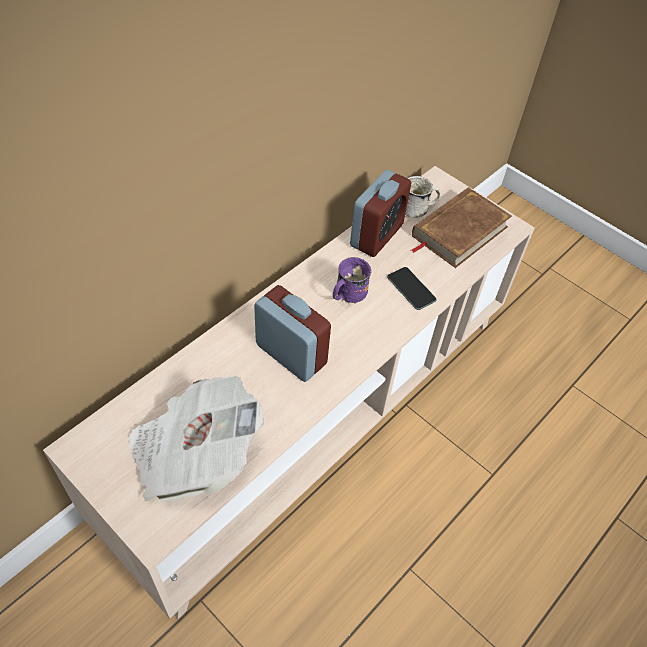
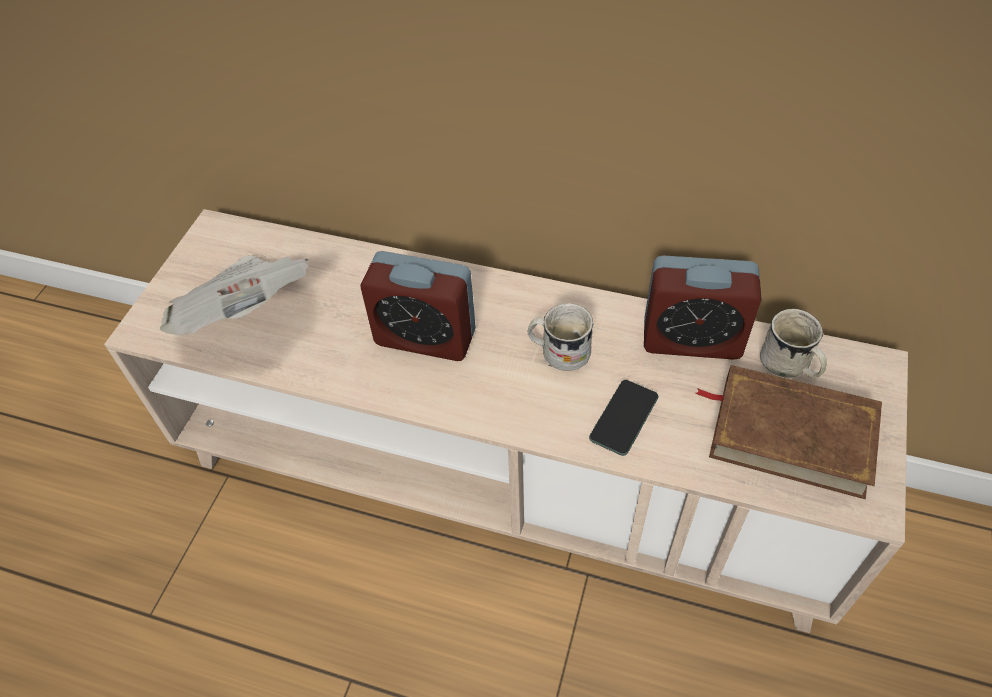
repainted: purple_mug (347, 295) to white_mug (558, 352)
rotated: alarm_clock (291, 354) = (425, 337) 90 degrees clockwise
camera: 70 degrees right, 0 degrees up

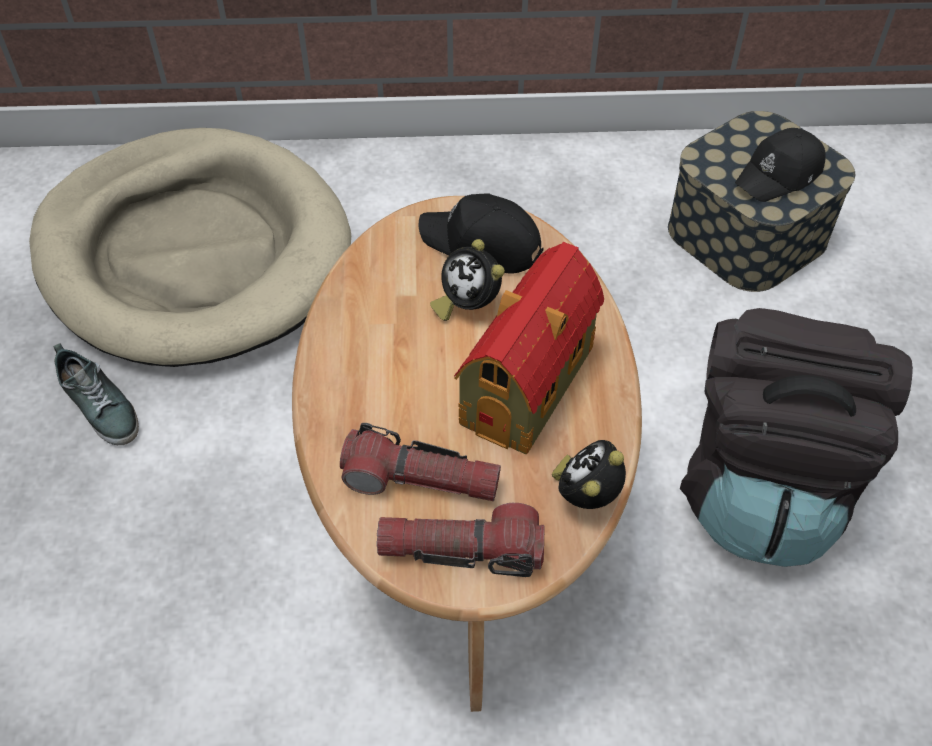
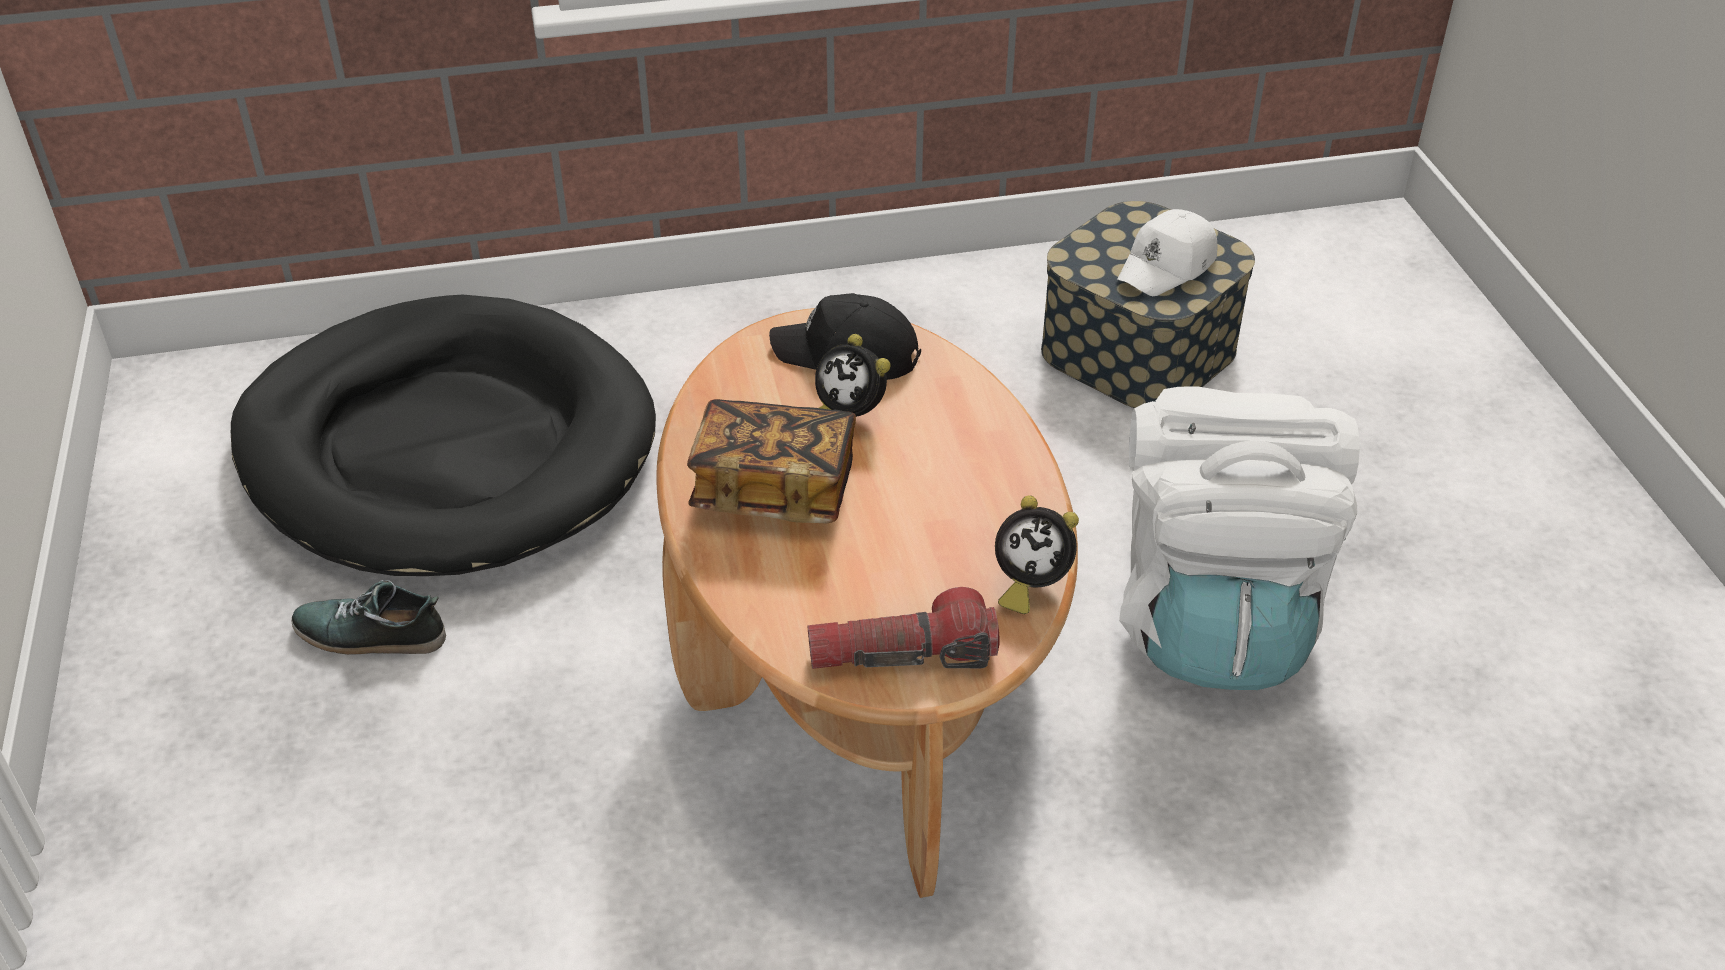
gone: flashlight (420, 480); toy_house (529, 383)
new: book (774, 488)
repainted: beige_dog_bed (194, 253) to black_dog_bed (447, 448); black_cap (780, 175) to white_cap (1168, 266); black_backpack (762, 487) to white_backpack (1214, 618)
rotated: shoe (101, 407) = (370, 635) 150 degrees clockwise; alarm_clock (586, 495) = (1028, 585) 105 degrees counterclockwise
camera: 10 degrees left, 10 degrees down

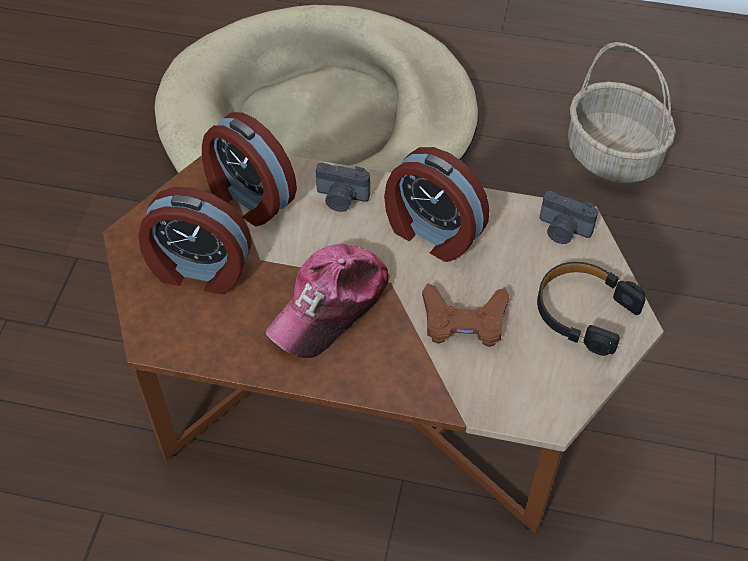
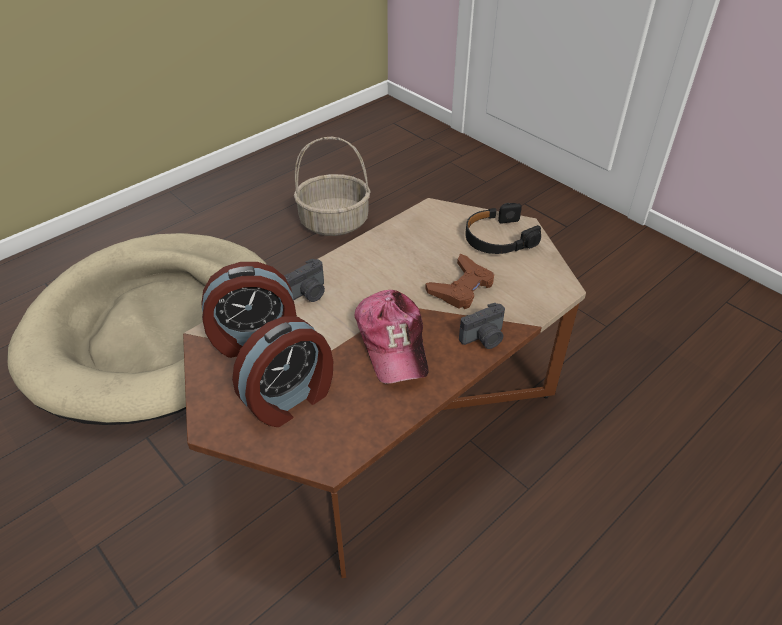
gone: alarm_clock (432, 232)
shifted: photo_camera (563, 230) to (484, 338)
camera: 55 degrees left, 10 degrees down

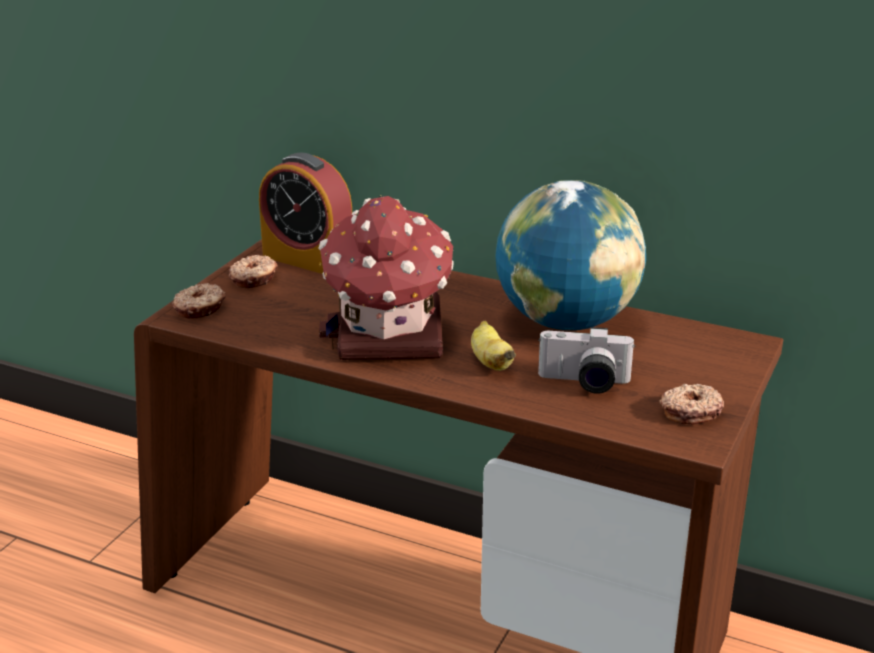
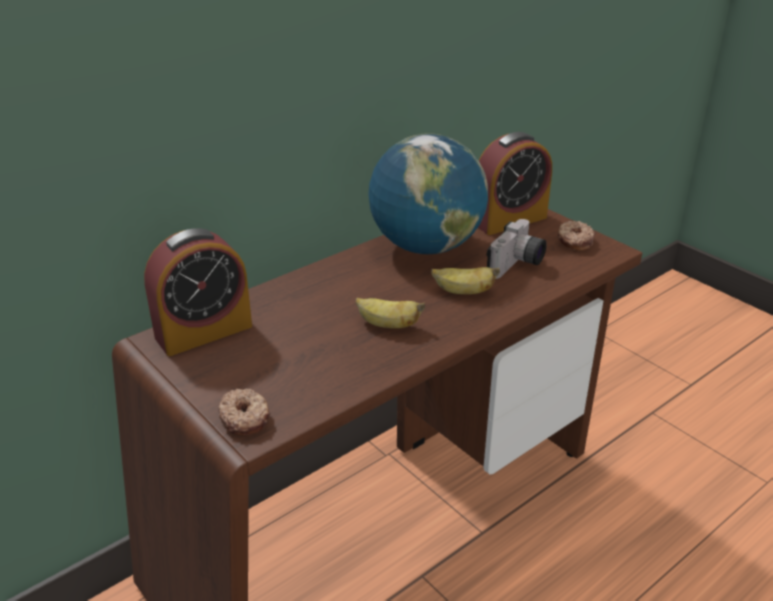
gone: donut (254, 279)
new: alarm_clock (509, 220)
swapped: toy_house (389, 336) to banana (387, 325)
camera: 65 degrees left, 5 degrees up

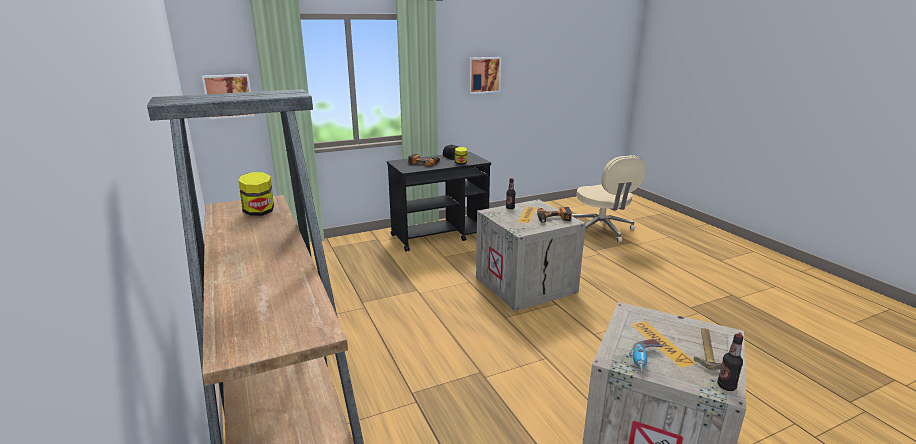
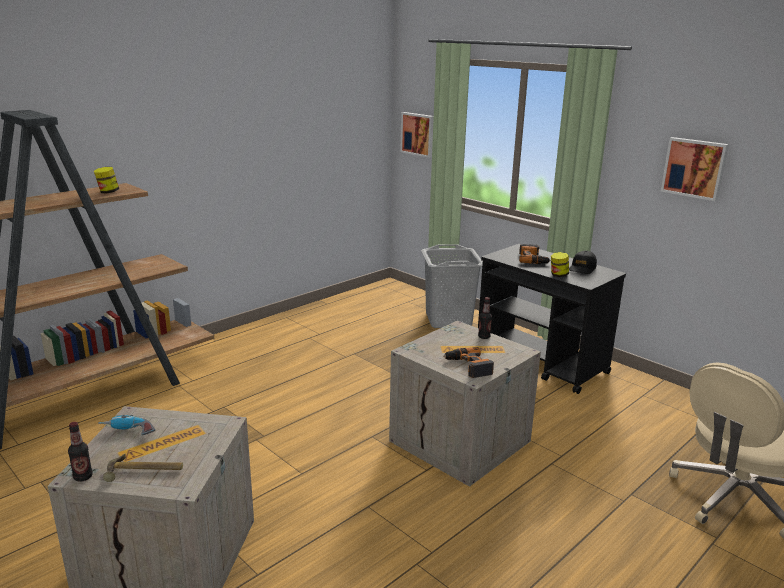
new: grey_laundry_basket (448, 320)
camera: 70 degrees right, 0 degrees up

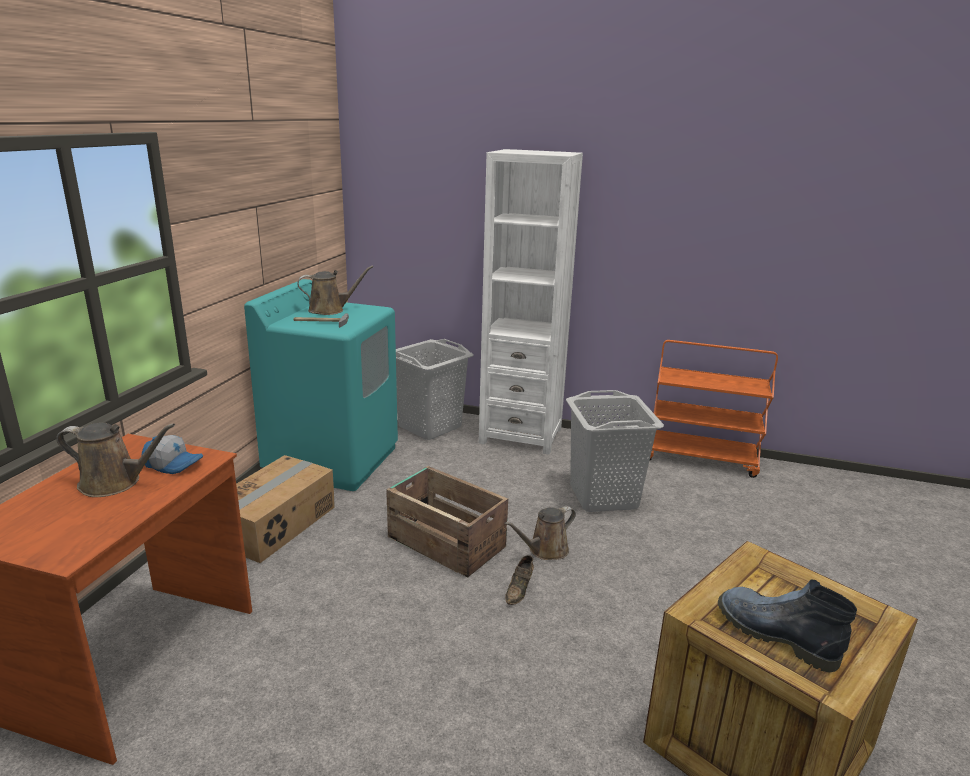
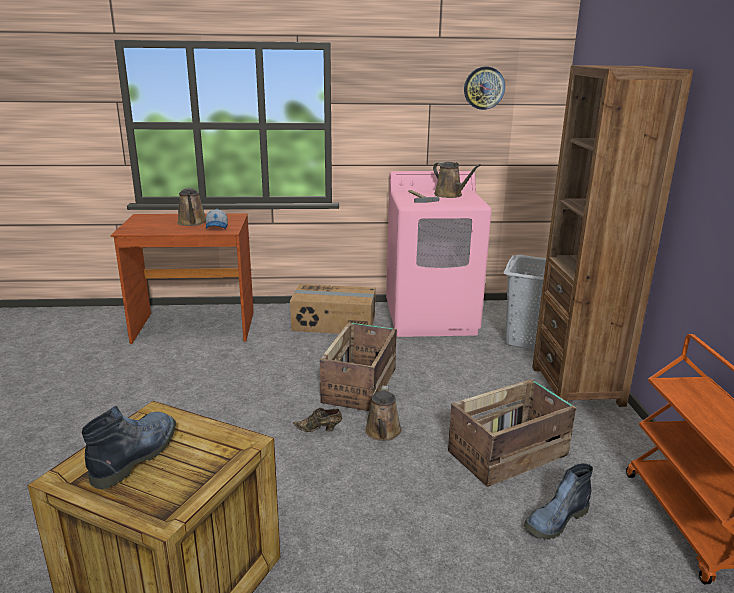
new: wall_clock (484, 88); boot (556, 521)
swapped: grey_laundry_basket (604, 496) to crate (509, 453)
repainted: turquoise_washing_machine (333, 459) to pink_washing_machine (431, 318); white_bookcase (521, 435) to brown_bookcase (577, 386)
rotated: brown_watering_can (545, 550) = (383, 432) 120 degrees counterclockwise
camera: 70 degrees right, 0 degrees up

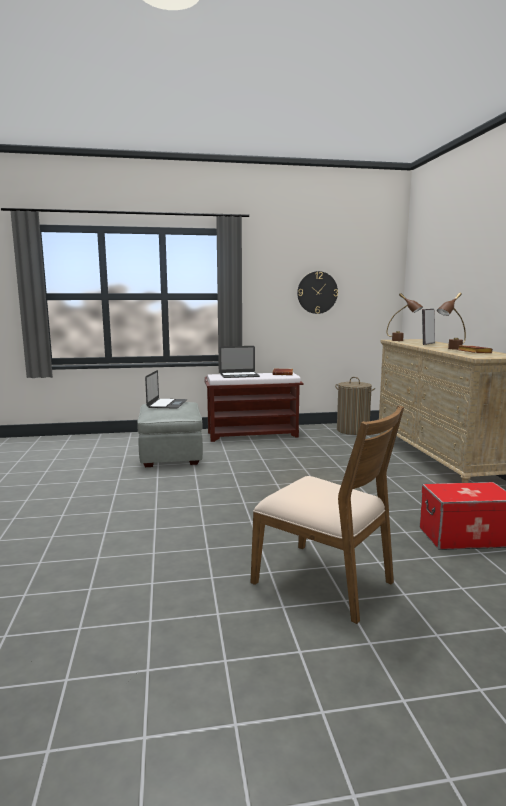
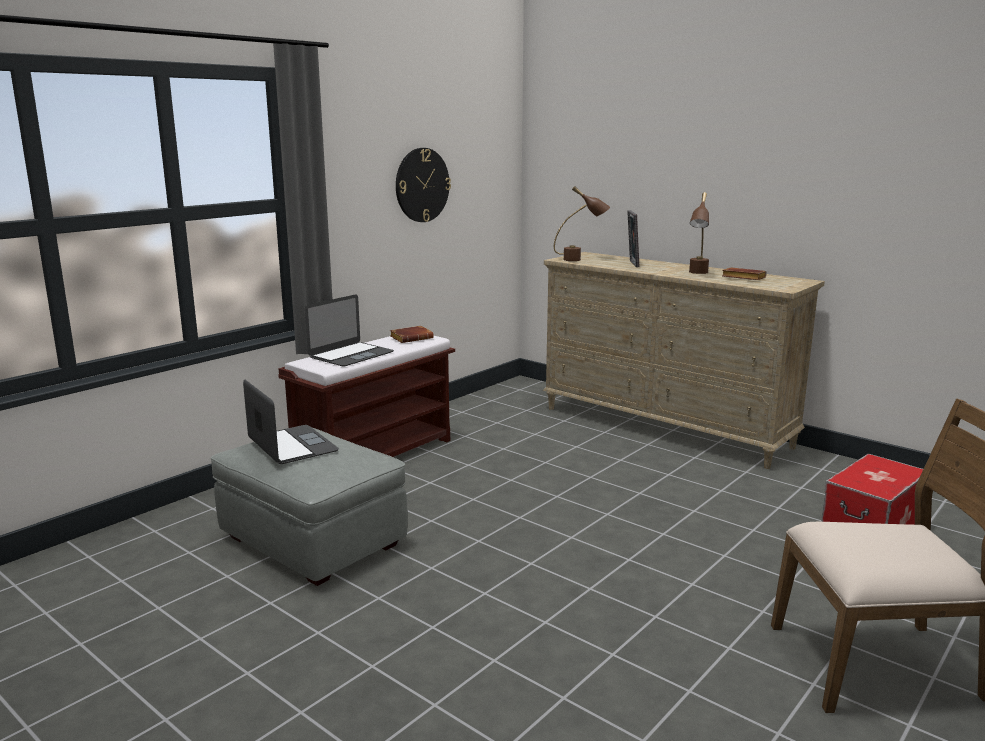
gone: laundry_basket (352, 430)
camera: 40 degrees left, 5 degrees up

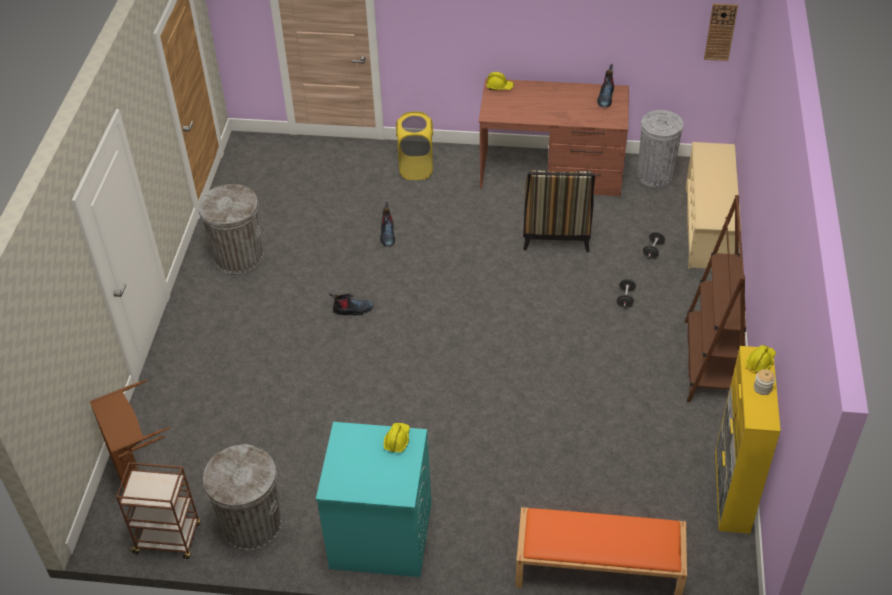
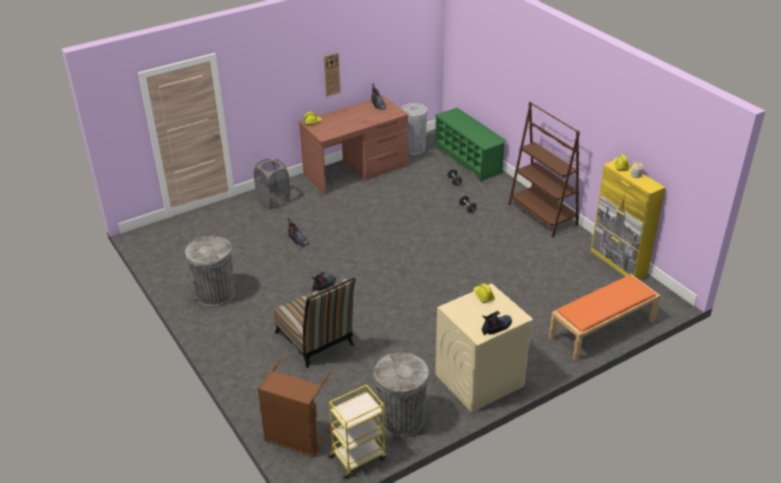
new: boot (496, 328)
shifted: chair (556, 229) to (316, 342); wall_clock (720, 32) to (331, 74)
repainted: yellow_laundry_basket (416, 168) to grey_laundry_basket (274, 201); brown_cart (168, 538) to yellow_cart (358, 457); beige_shoe_rack (707, 227) to green_shoe_rack (468, 160); turquoise_washing_machine (380, 536) to beige_washing_machine (479, 380)
camera: 40 degrees left, 10 degrees down

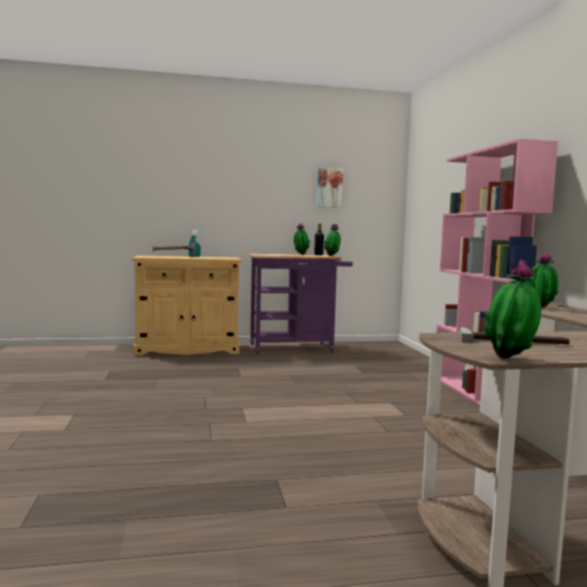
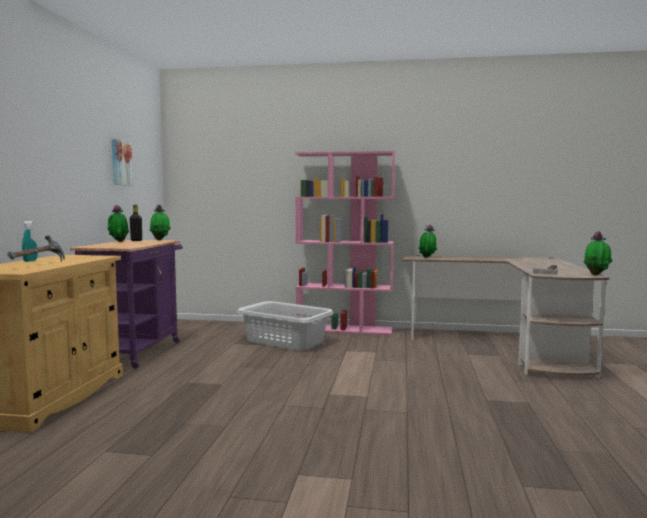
new: grey_laundry_basket (285, 341)
camera: 70 degrees left, 0 degrees up

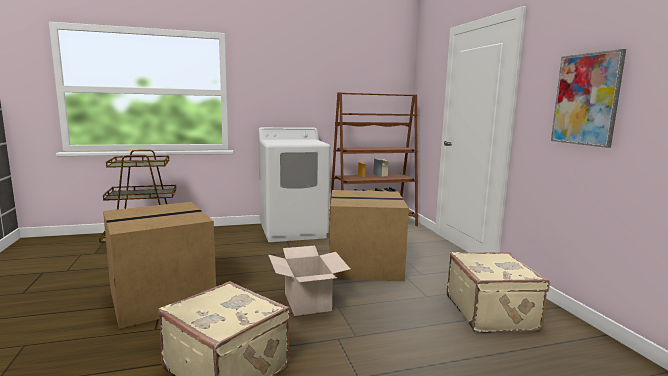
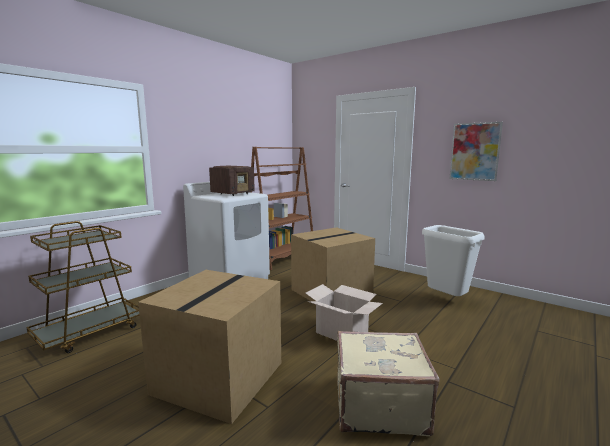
new: radio (233, 194)
swapped: beige_suitcase (492, 313) to white_trash_can (445, 299)
camera: 35 degrees left, 0 degrees up

